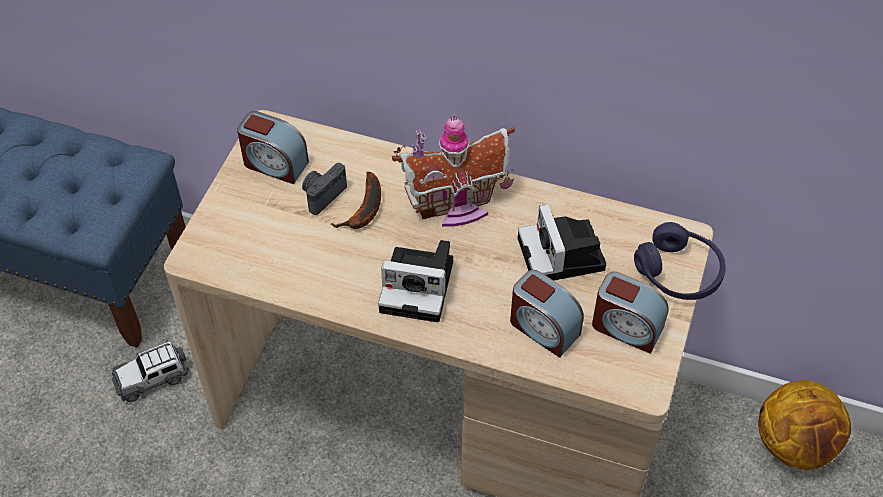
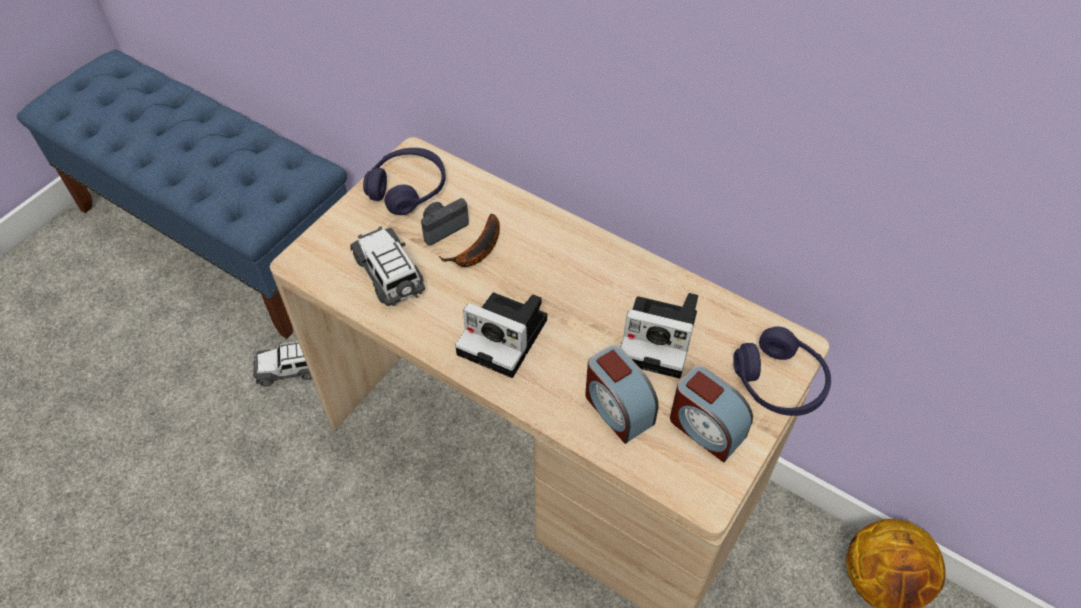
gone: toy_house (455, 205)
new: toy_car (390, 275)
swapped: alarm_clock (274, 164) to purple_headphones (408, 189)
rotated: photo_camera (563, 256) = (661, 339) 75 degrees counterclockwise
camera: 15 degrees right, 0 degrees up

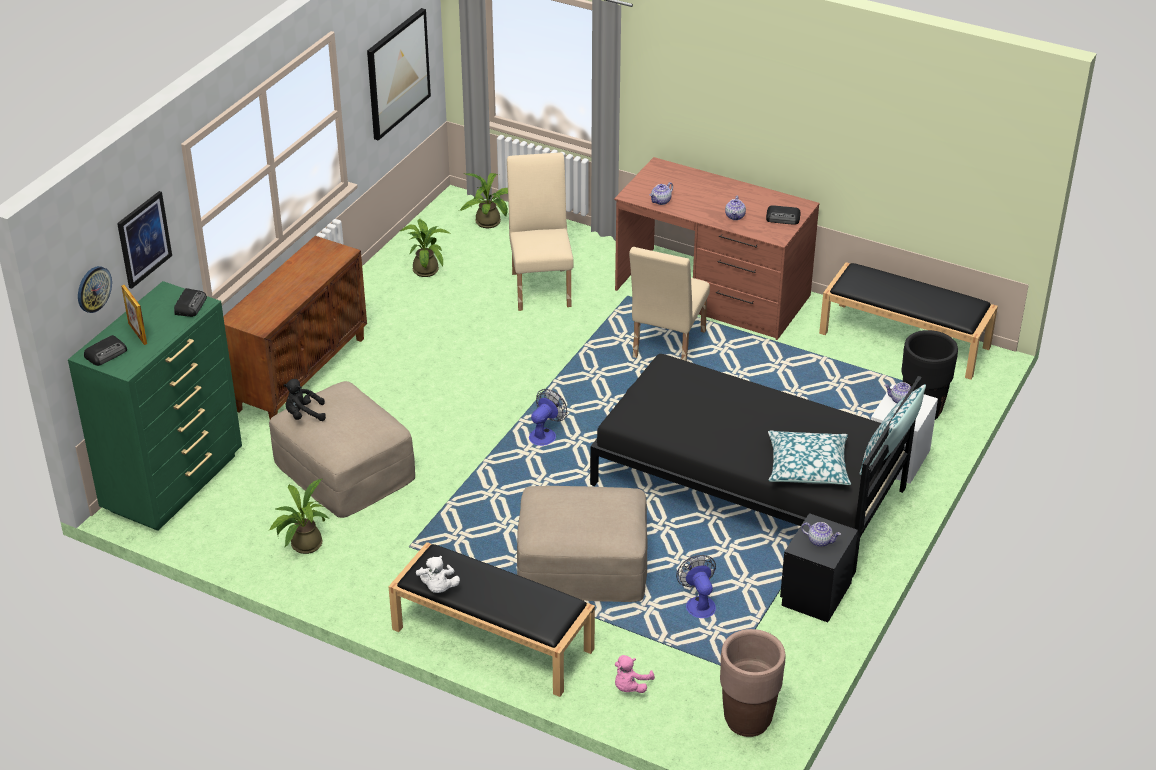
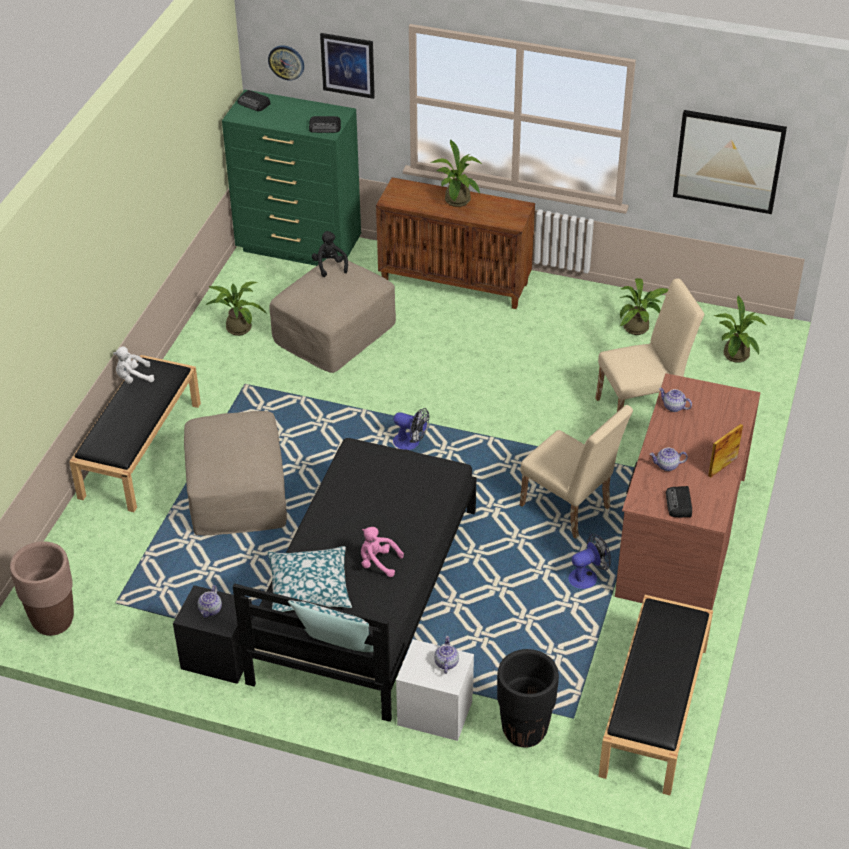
new: potted_plant (457, 202)
shifted: pink_plush_toy (630, 687) to (378, 562); fan (698, 603) to (587, 576); picture_frame (137, 333) to (722, 466)
rotated: beige_chair (666, 348) = (570, 510) 150 degrees counterclockwise
camera: 80 degrees right, 5 degrees up

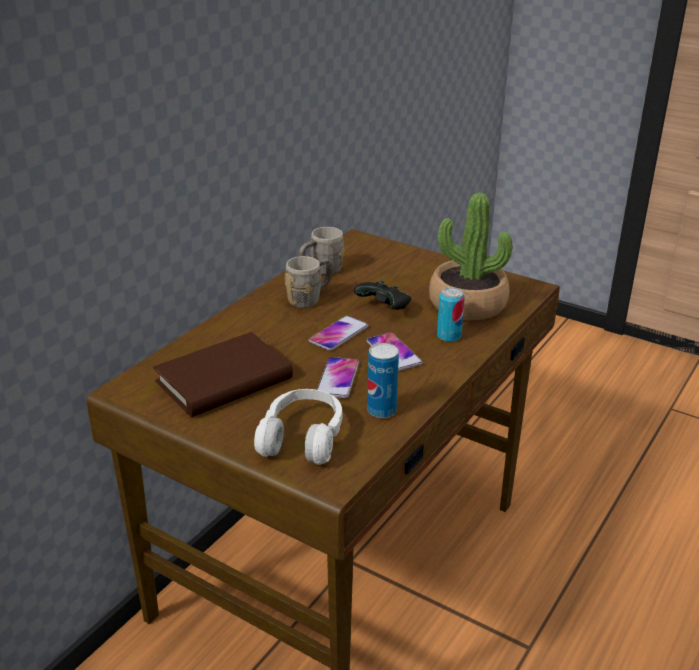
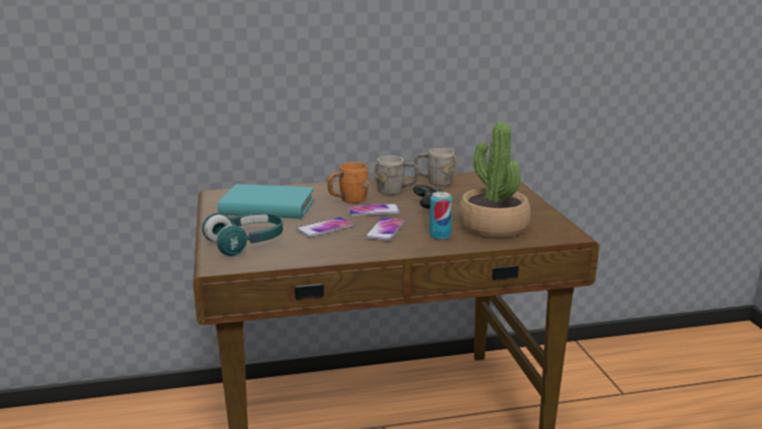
gone: can (381, 411)
new: orange_mug (348, 200)
repainted: white_headphones (302, 438) to turquoise_headphones (246, 243); brown_book (224, 380) to turquoise_book (267, 207)
camera: 45 degrees right, 10 degrees down

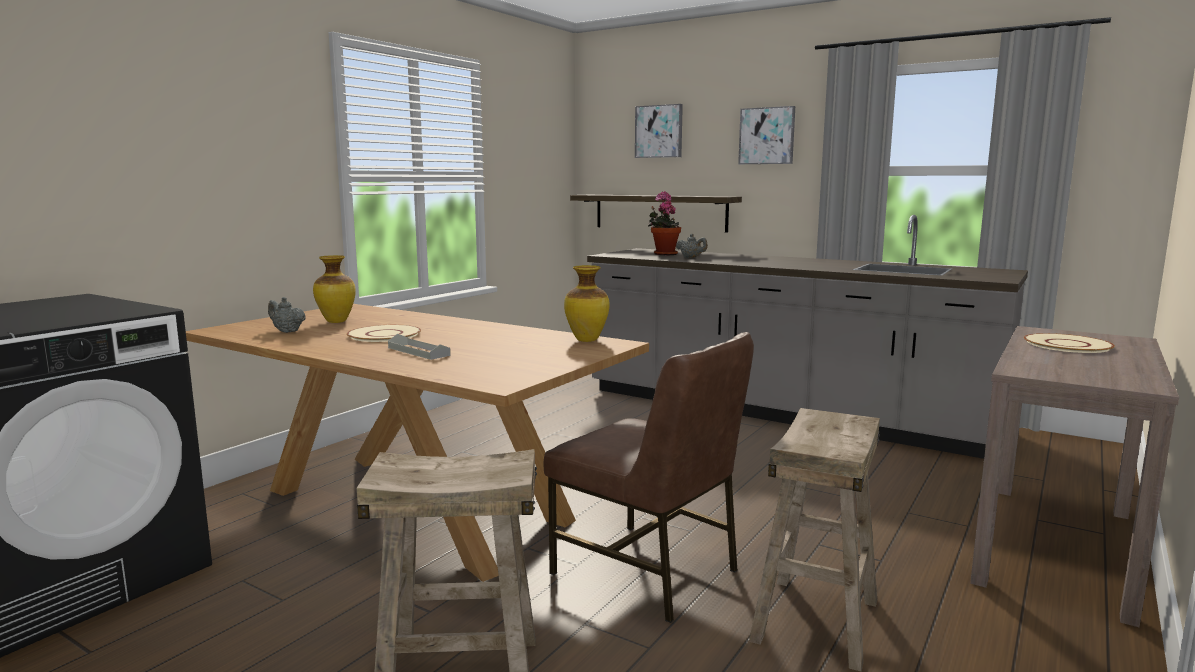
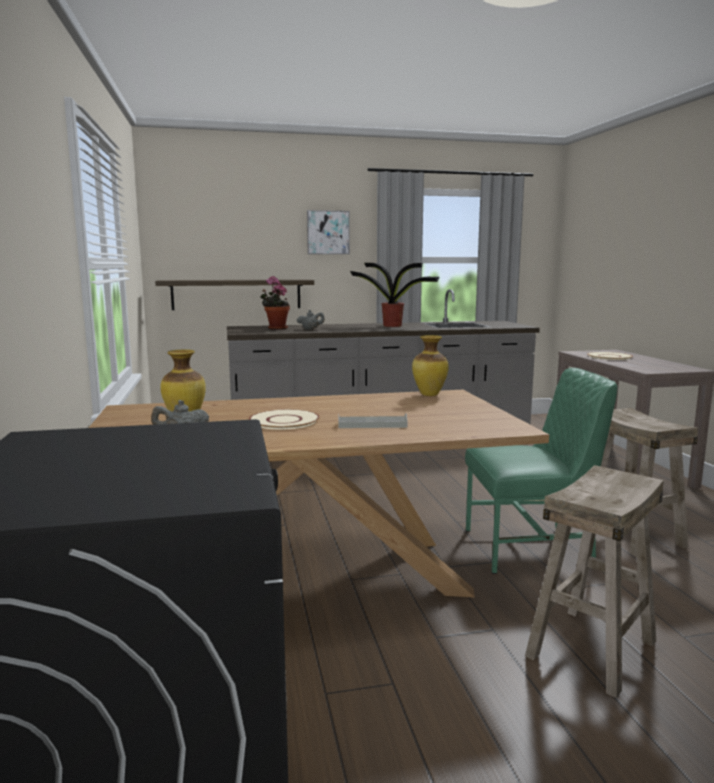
gone: picture (659, 131)
new: potted_plant (393, 326)
repainted: brown_chair (648, 572) to green_chair (530, 548)
camera: 45 degrees left, 0 degrees up

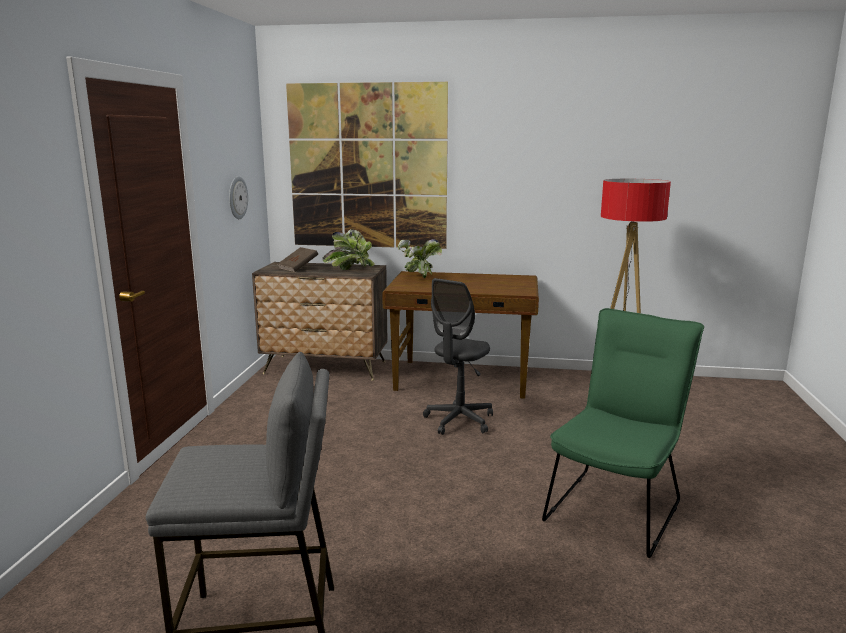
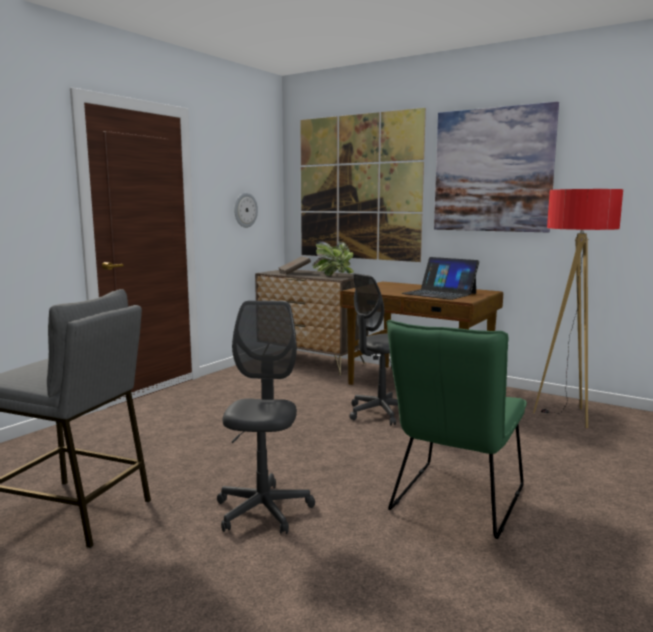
gone: potted_plant (419, 277)
new: grey_office_chair (263, 510); laptop (439, 293); picture (492, 170)
rotated: green_chair (617, 506) = (454, 503) 150 degrees clockwise
camera: 25 degrees right, 5 degrees down

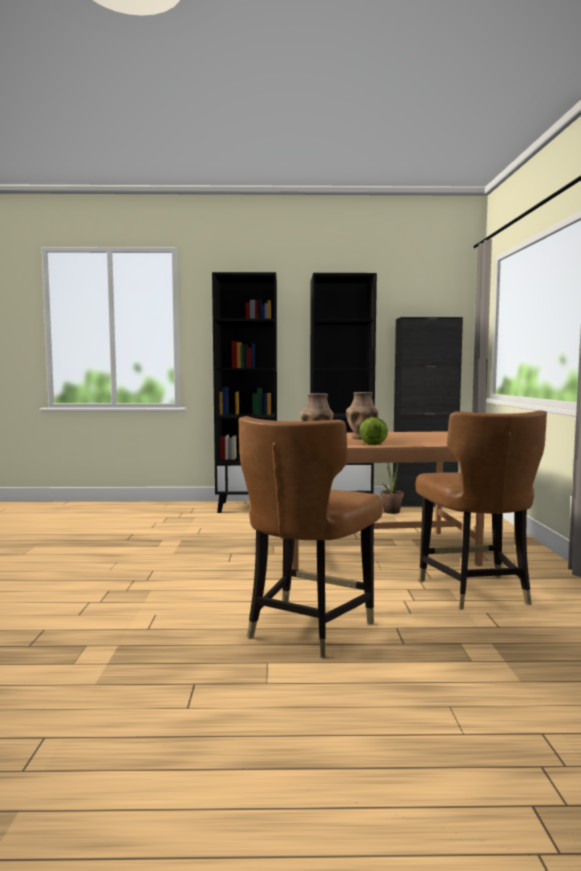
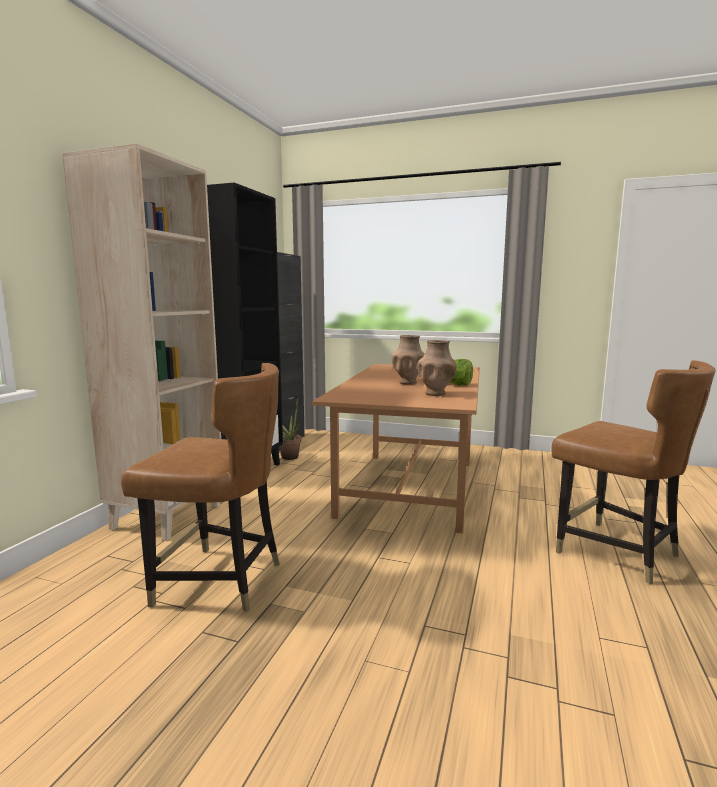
shifted: brown_chair (475, 591) to (219, 581)
repainted: black_bookcase (248, 507) to beige_bookcase (167, 516)
camera: 70 degrees left, 5 degrees up

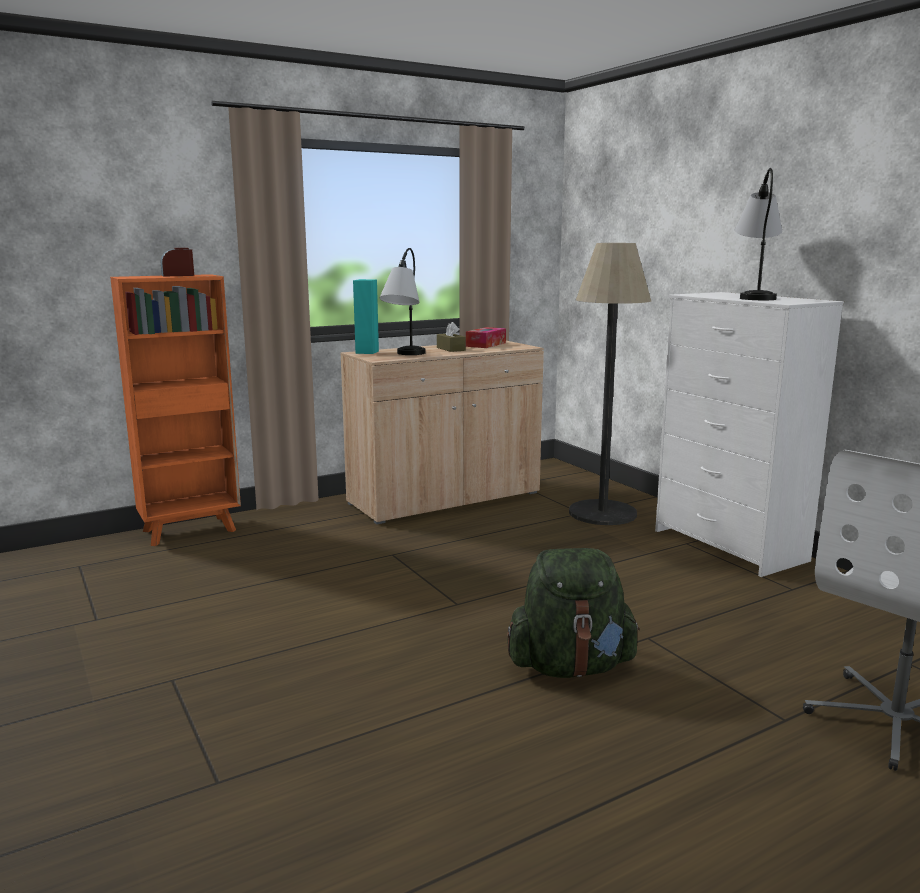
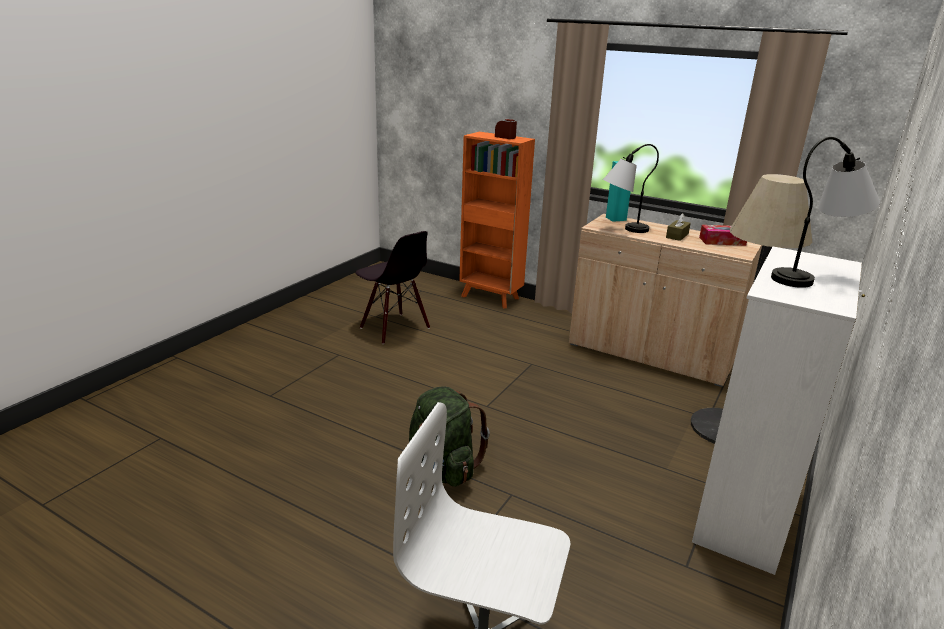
new: black_chair (394, 328)
camera: 60 degrees right, 10 degrees up

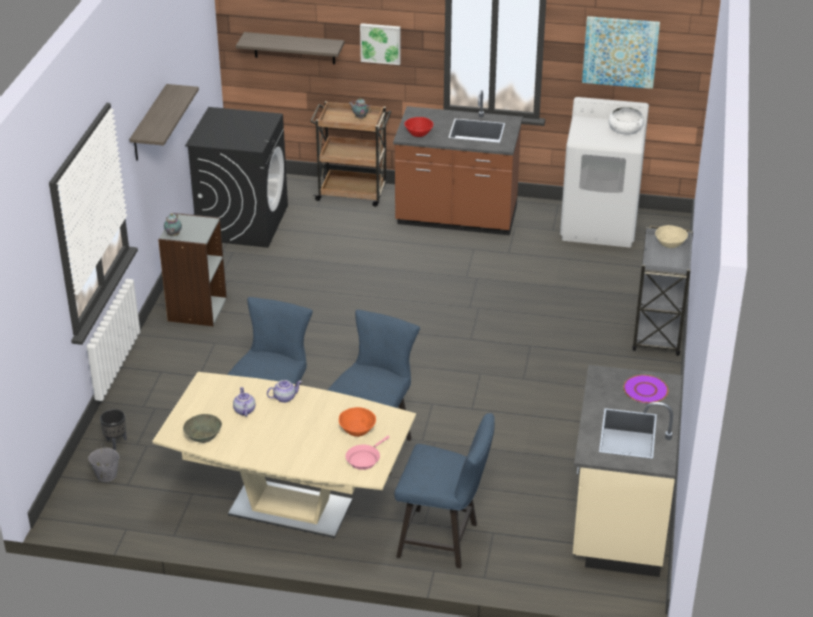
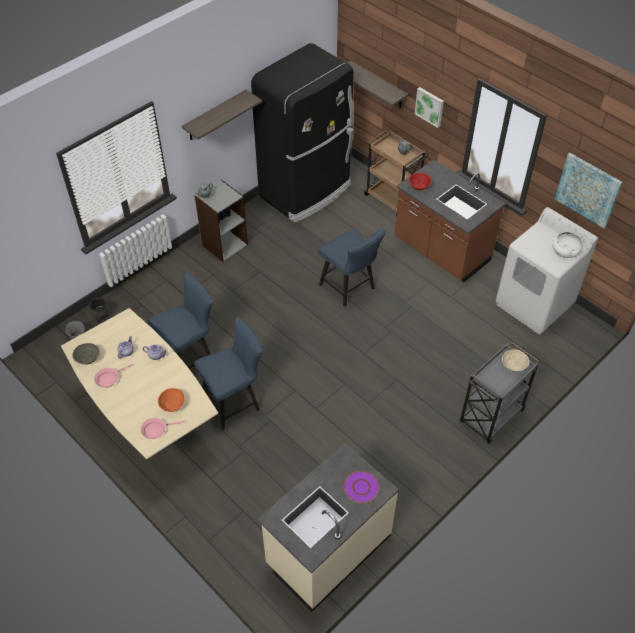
new: pink_frying_pan (109, 378)
shifted: blue_chair (444, 540) to (350, 288)
swapped: black_washing_machine (242, 222) to black_fridge (306, 191)
camera: 35 degrees right, 15 degrees up

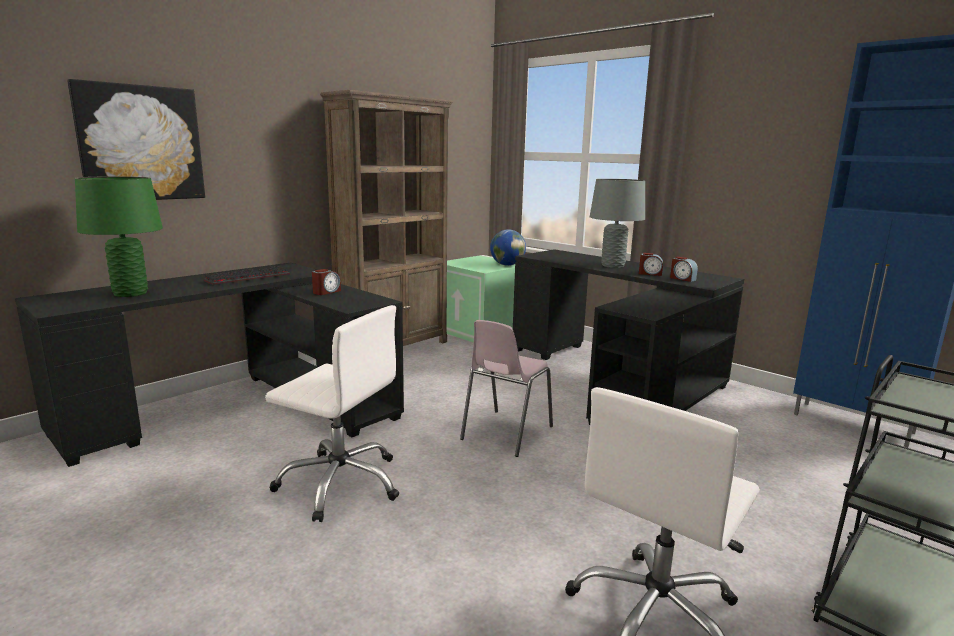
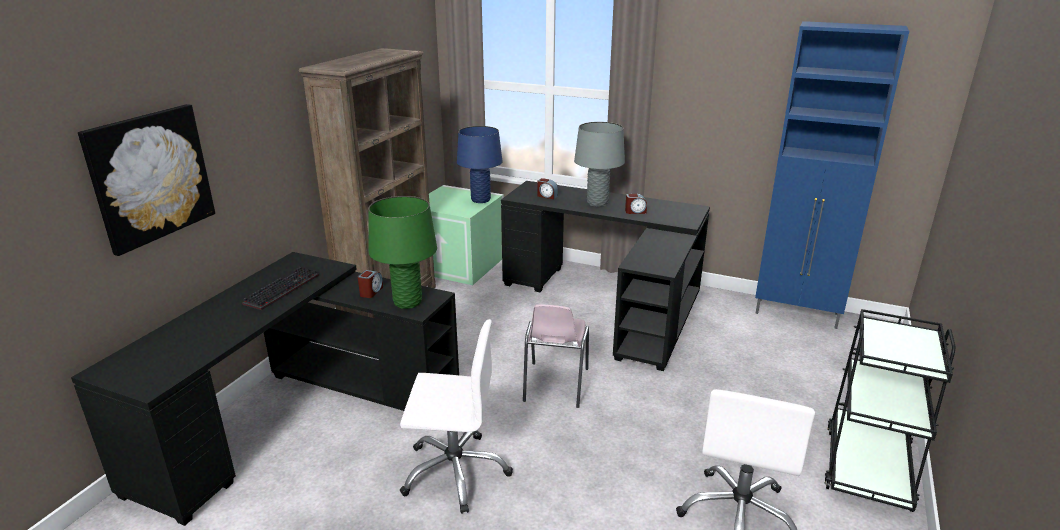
shifted: green_table_lamp (130, 293) to (407, 302); alarm_clock (682, 279) to (547, 196)
swapped: globe (507, 265) to blue_table_lamp (481, 200)
camera: 20 degrees left, 10 degrees up

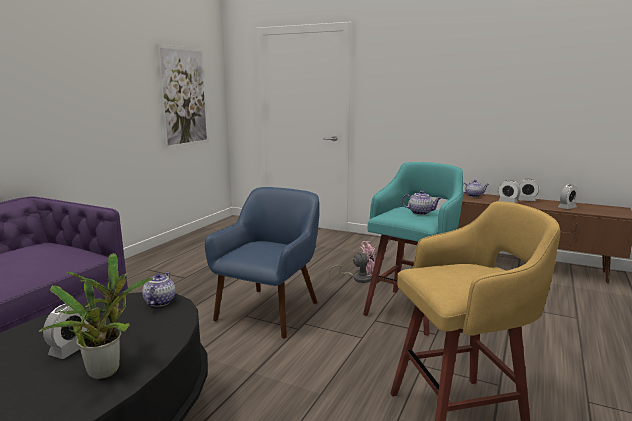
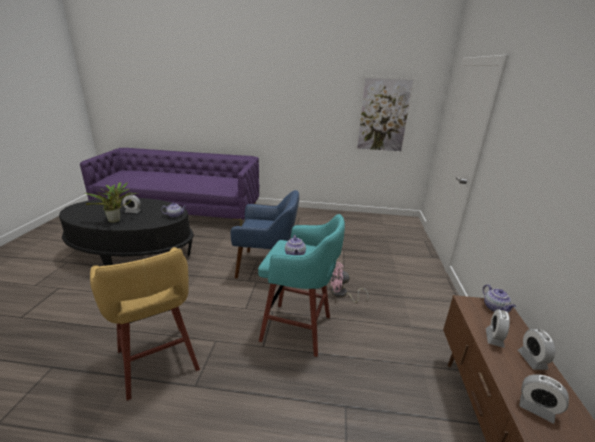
rotated: pink_fan (358, 278) = (342, 294) 120 degrees clockwise
camera: 70 degrees right, 10 degrees up

